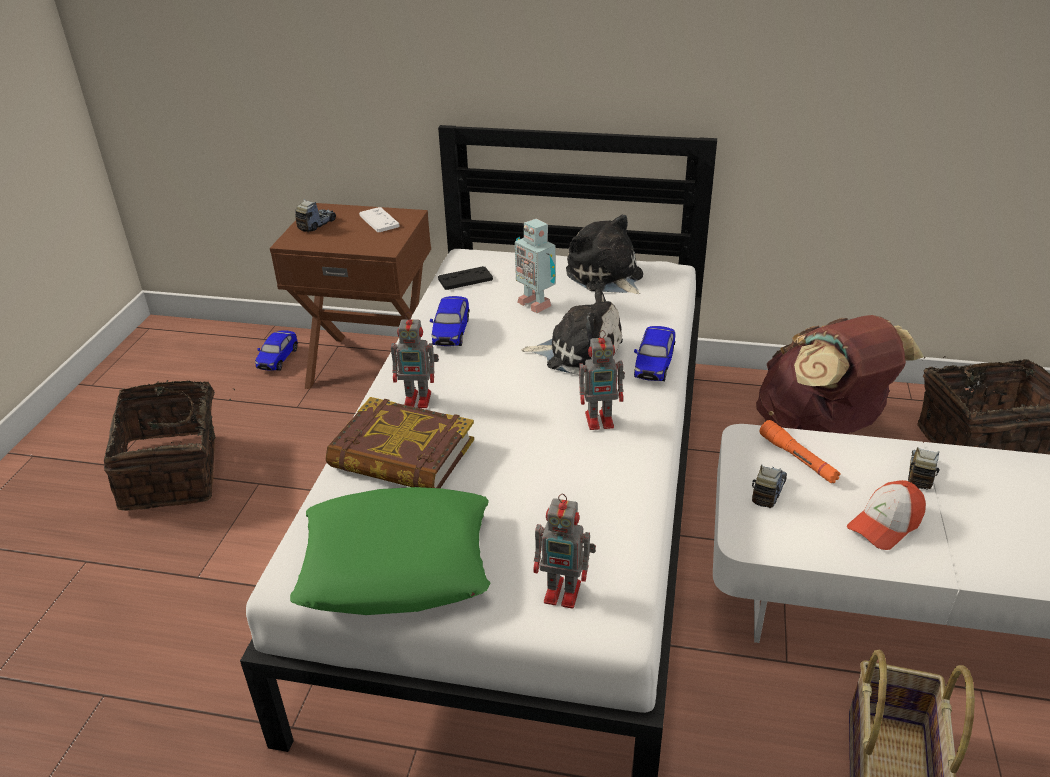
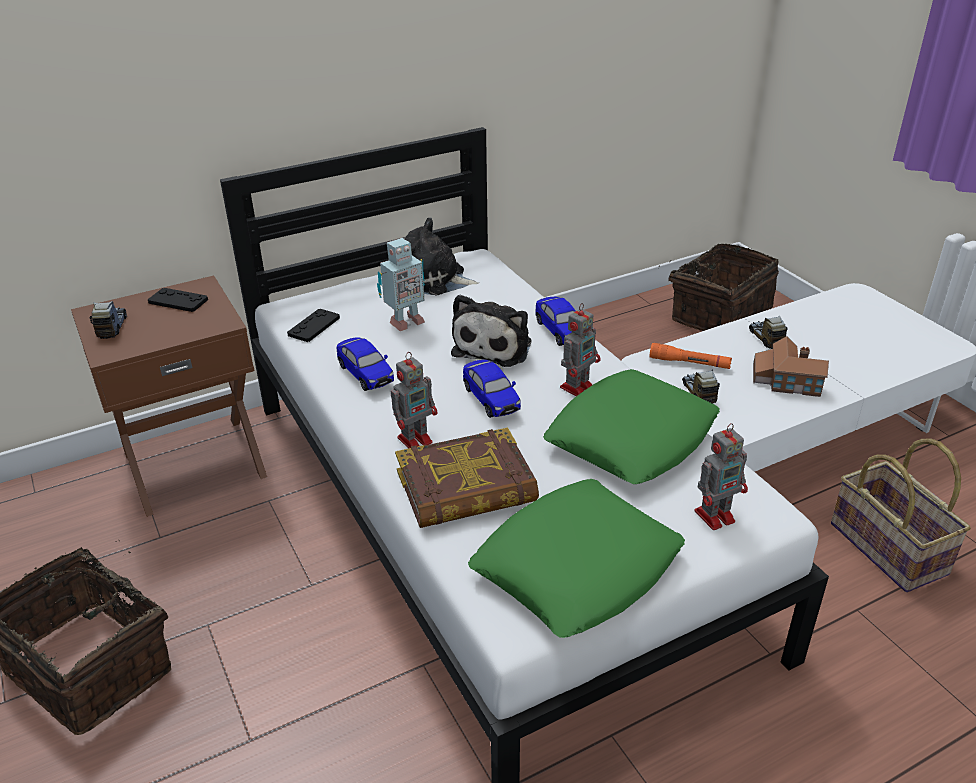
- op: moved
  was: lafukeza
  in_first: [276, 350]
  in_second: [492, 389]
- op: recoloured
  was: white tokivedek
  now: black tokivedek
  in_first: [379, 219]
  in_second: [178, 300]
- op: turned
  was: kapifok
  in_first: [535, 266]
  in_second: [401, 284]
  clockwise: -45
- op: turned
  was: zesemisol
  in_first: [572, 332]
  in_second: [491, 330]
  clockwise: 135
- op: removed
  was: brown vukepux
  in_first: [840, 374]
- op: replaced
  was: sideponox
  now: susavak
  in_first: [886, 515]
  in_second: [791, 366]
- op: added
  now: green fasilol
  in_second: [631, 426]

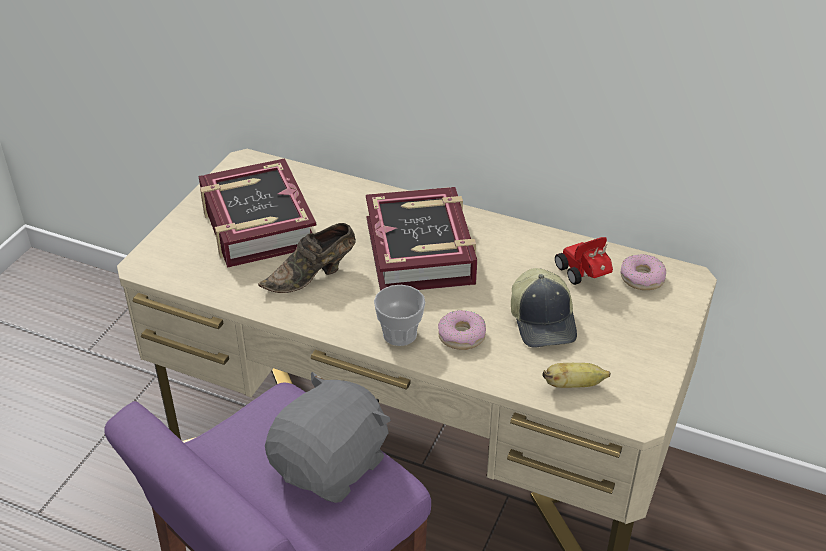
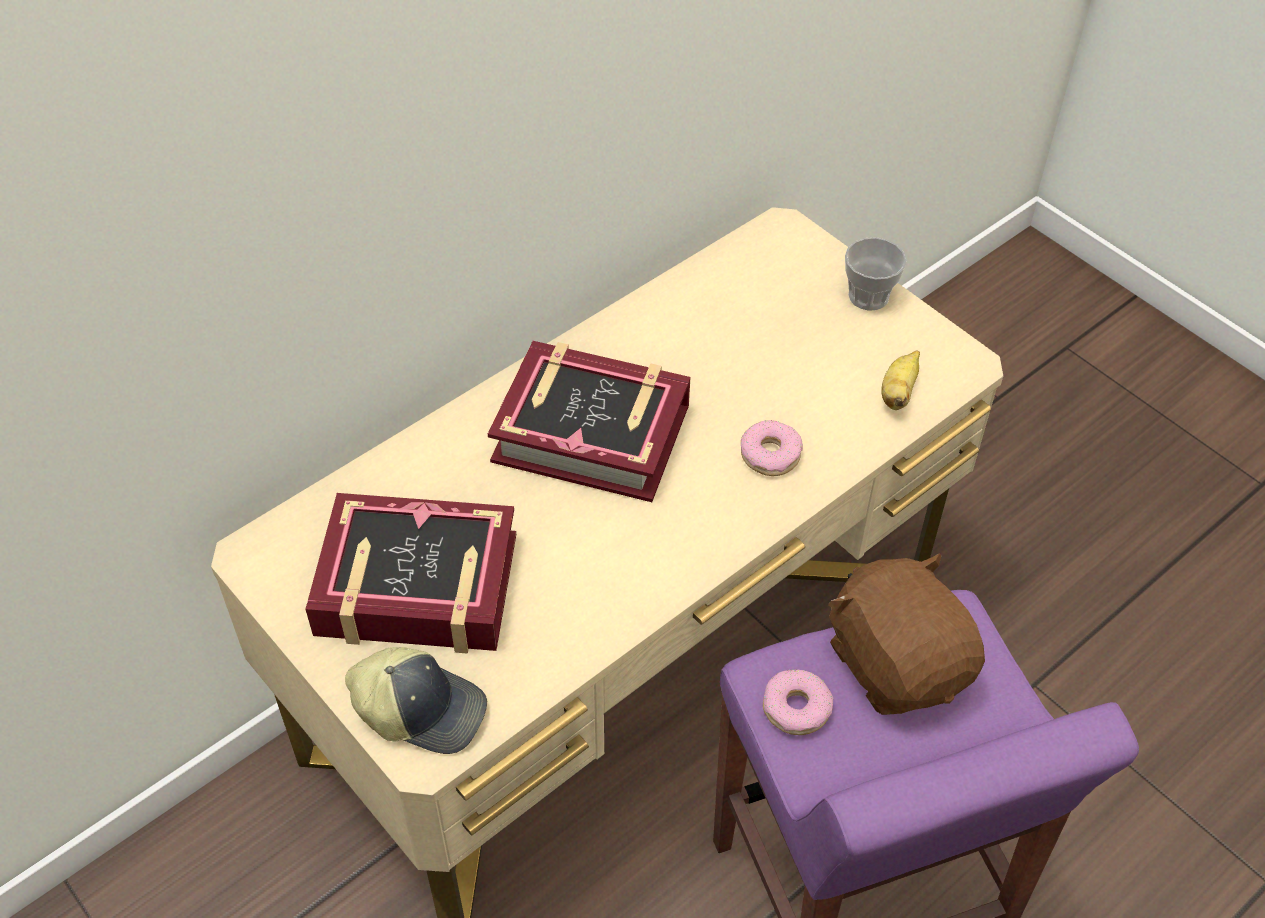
- op: removed
  was: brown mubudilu
  in_first: [307, 258]
- op: recoloured
  was: grey zesemisol
  now: brown zesemisol
  in_first: [328, 437]
  in_second: [906, 634]
- op: moved
  was: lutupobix
  in_first: [399, 315]
  in_second: [876, 274]
- op: moved
  was: sideponox
  in_first: [544, 308]
  in_second: [416, 700]
- op: removed
  was: lafukeza
  in_first: [584, 261]
- op: moved
  was: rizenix
  in_first: [643, 272]
  in_second: [798, 702]

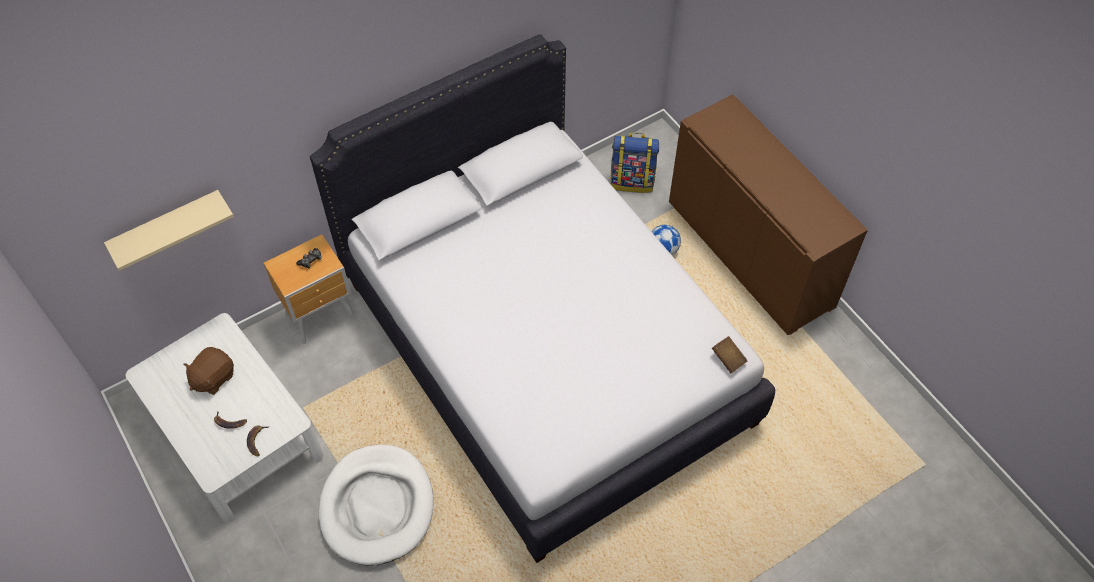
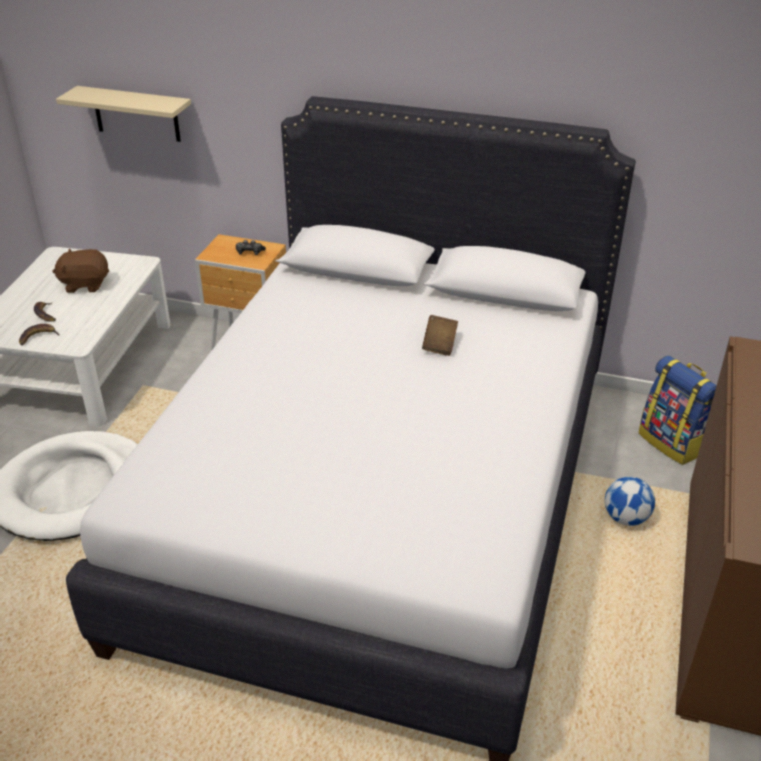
- op: moved
  was: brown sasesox
  in_first: [729, 354]
  in_second: [440, 335]

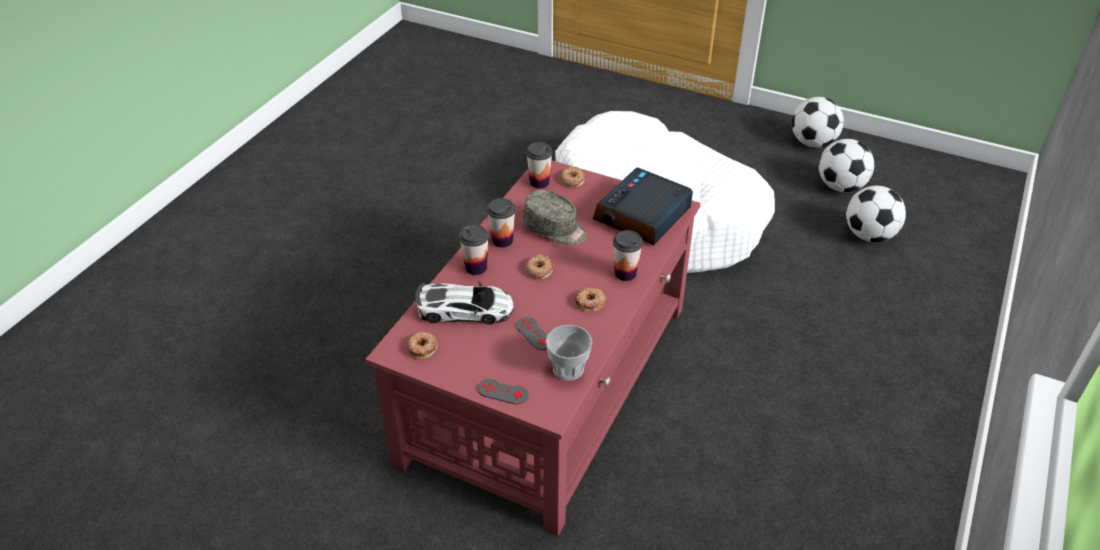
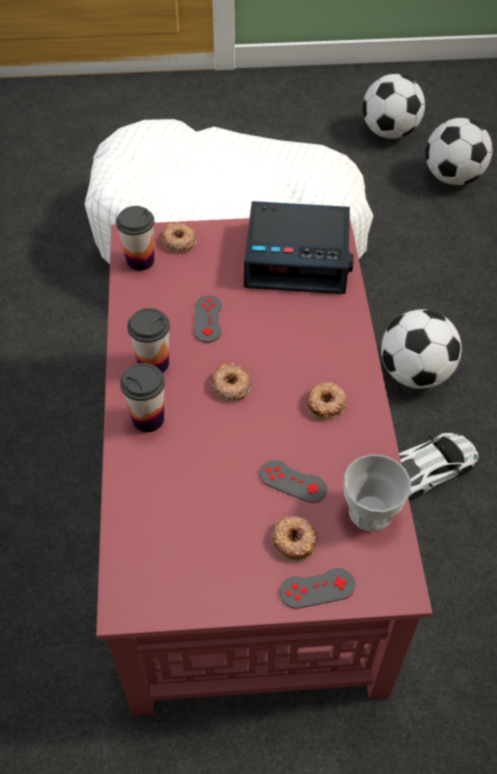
- op: moved
  was: rizenix
  in_first: [422, 345]
  in_second: [294, 539]
- op: moved
  was: lafukeza
  in_first: [464, 303]
  in_second: [438, 466]
- op: replaced
  was: grey sideponox
  now: grey tokivedek
  in_first: [554, 217]
  in_second: [208, 319]
- op: turned
  was: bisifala
  in_first: [643, 206]
  in_second: [299, 247]
  clockwise: -90
- op: removed
  was: lutupobix
  in_first: [628, 255]
- op: moved
  was: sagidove
  in_first: [818, 122]
  in_second: [421, 349]

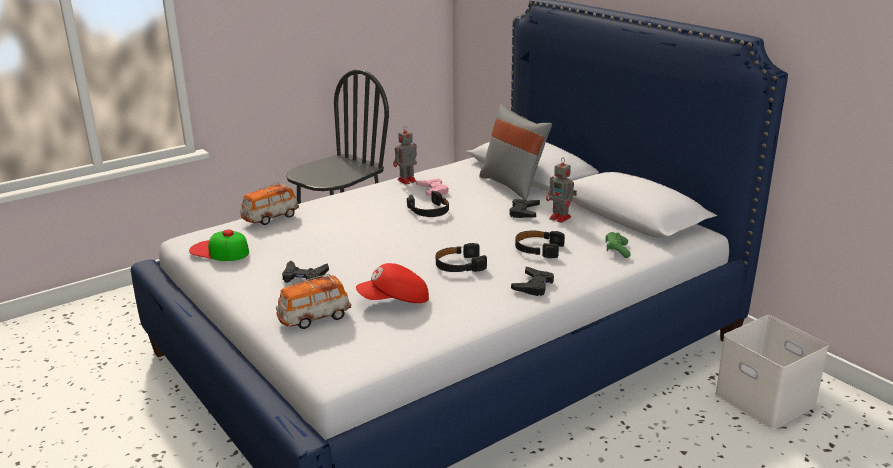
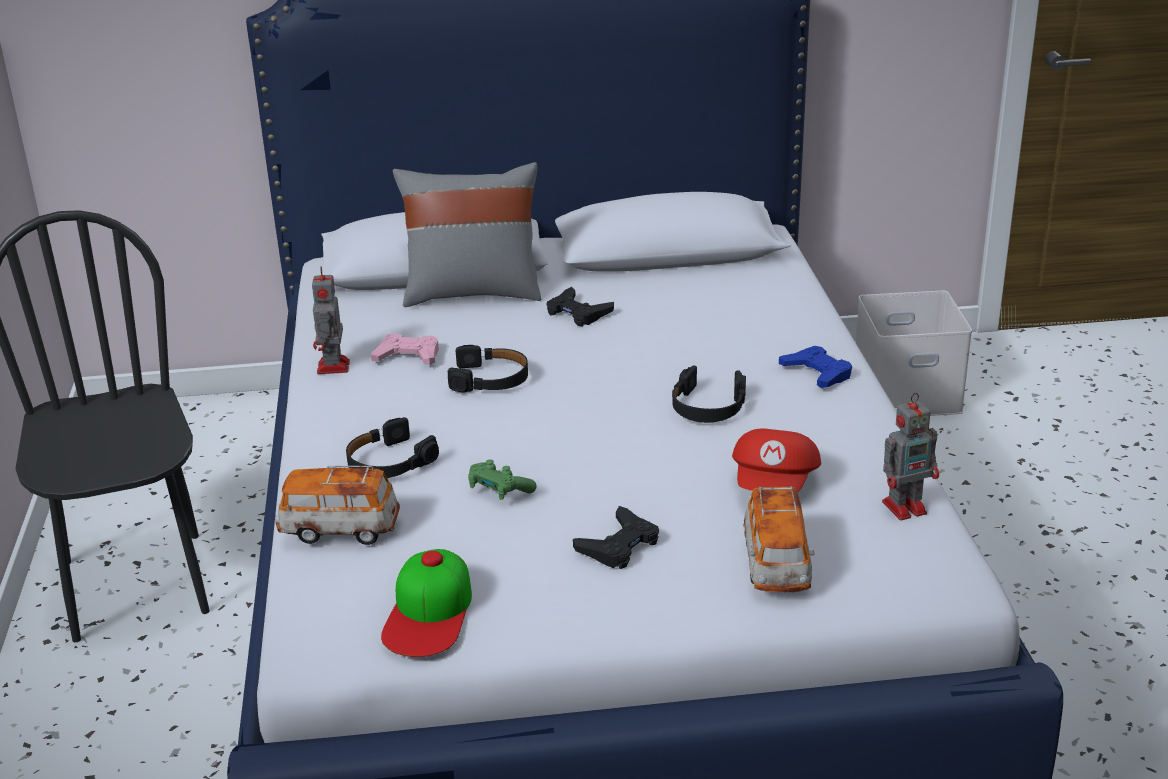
- op: turned
  was: sideponox
  in_first: [219, 245]
  in_second: [426, 603]
  clockwise: -45
- op: turned
  was: lafukeza
  in_first: [269, 203]
  in_second: [337, 505]
  clockwise: 105
- op: recoloured
  was: black tokivedek
  now: blue tokivedek
  in_first: [532, 281]
  in_second: [815, 367]
- op: moved
  was: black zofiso
  in_first: [540, 244]
  in_second: [392, 447]
- op: moved
  was: kapifok
  in_first: [561, 191]
  in_second: [910, 456]
- op: moved
  was: green tokivedek
  in_first: [618, 245]
  in_second: [502, 479]

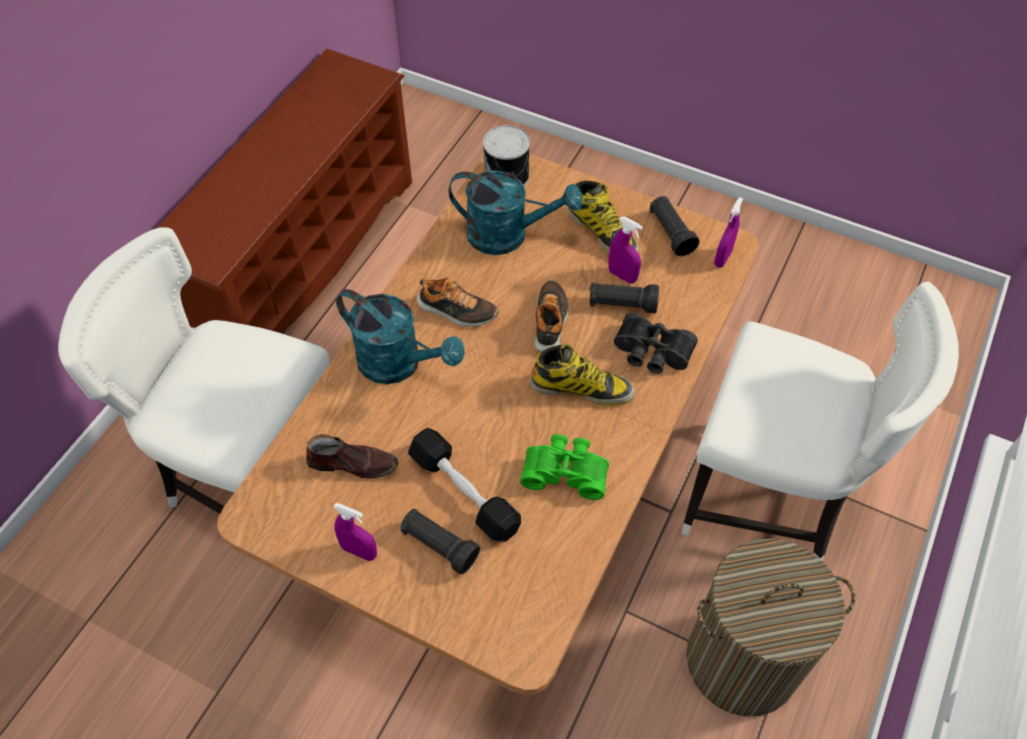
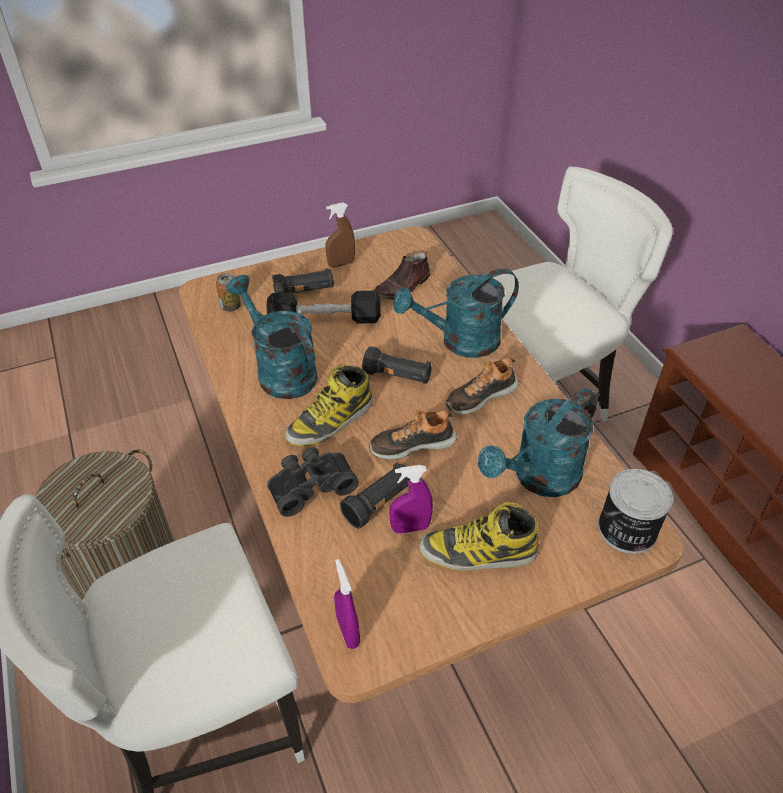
- op: recoloured
  was: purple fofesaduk
  now: brown fofesaduk
  in_first: [355, 532]
  in_second: [340, 235]
- op: replaced
  was: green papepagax
  now: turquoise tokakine
  in_first: [564, 467]
  in_second: [272, 337]
- op: turned
  was: mubudilu
  in_first: [551, 316]
  in_second: [413, 434]
  clockwise: 120
- op: moved
  was: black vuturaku
  in_first: [674, 226]
  in_second: [396, 365]
- op: added
  now: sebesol
  in_second: [228, 292]

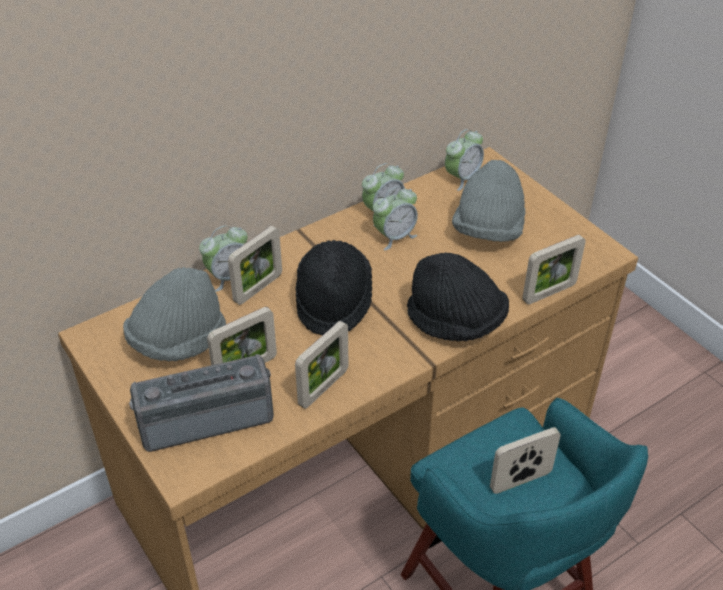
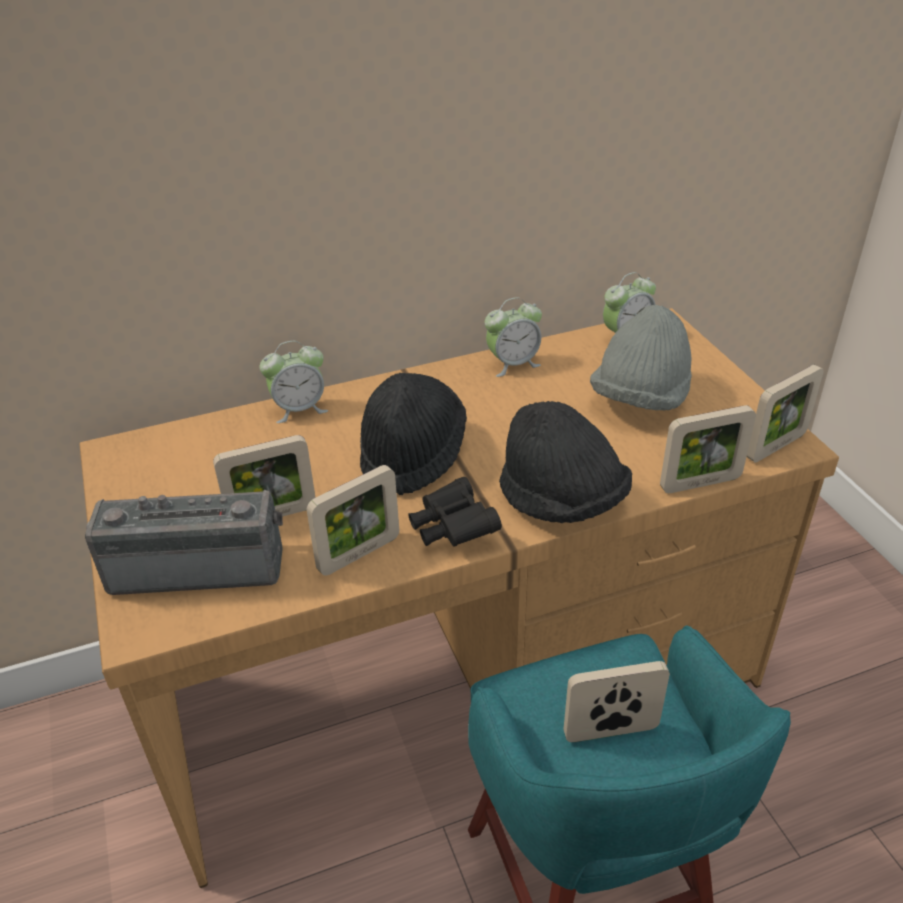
- op: removed
  was: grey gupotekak
  in_first: [174, 314]
- op: moved
  was: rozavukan
  in_first: [255, 265]
  in_second: [785, 414]
- op: removed
  was: bisifala
  in_first: [395, 218]
- op: added
  now: black papepagax
  in_second: [455, 512]

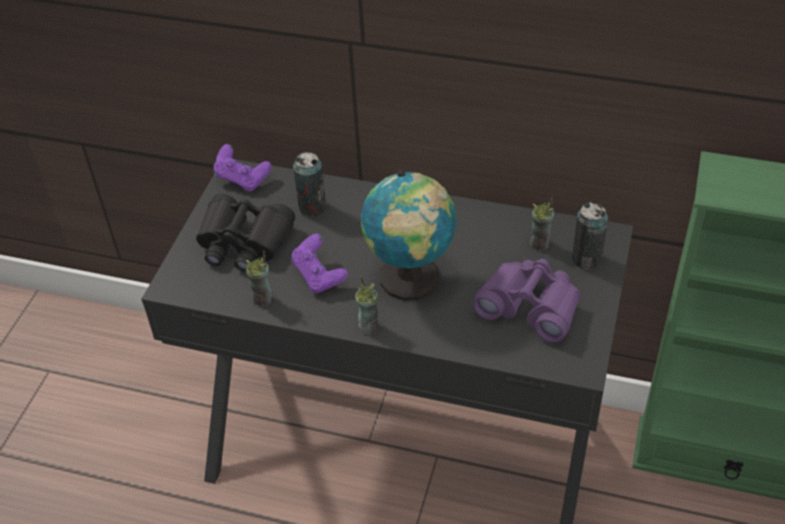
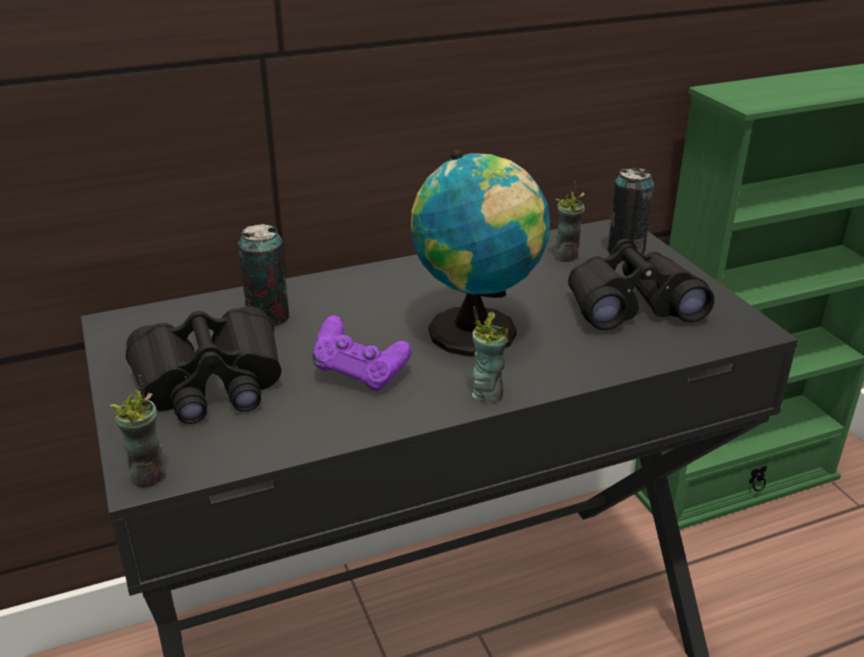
- op: removed
  was: purple tokivedek
  in_first: [242, 167]
- op: moved
  was: lutupobix
  in_first: [259, 278]
  in_second: [138, 431]
- op: recoloured
  was: purple papepagax
  now: black papepagax
  in_first: [526, 301]
  in_second: [641, 284]

